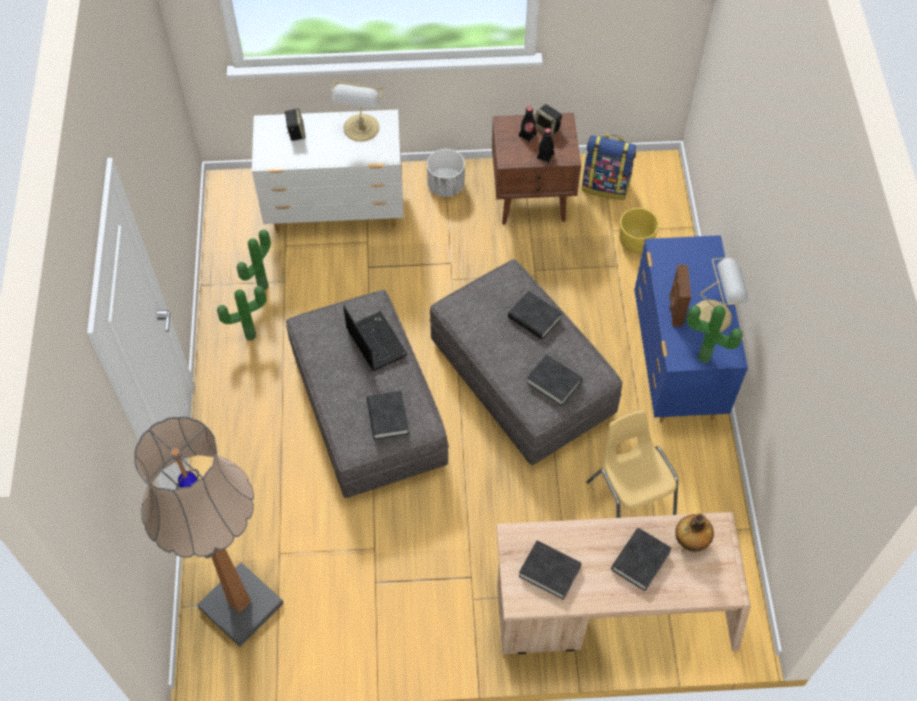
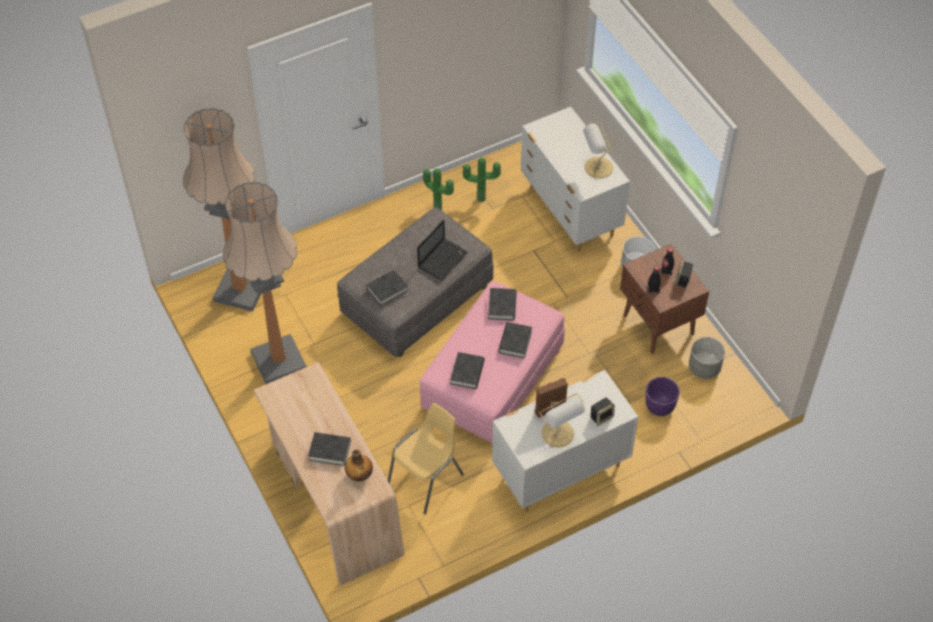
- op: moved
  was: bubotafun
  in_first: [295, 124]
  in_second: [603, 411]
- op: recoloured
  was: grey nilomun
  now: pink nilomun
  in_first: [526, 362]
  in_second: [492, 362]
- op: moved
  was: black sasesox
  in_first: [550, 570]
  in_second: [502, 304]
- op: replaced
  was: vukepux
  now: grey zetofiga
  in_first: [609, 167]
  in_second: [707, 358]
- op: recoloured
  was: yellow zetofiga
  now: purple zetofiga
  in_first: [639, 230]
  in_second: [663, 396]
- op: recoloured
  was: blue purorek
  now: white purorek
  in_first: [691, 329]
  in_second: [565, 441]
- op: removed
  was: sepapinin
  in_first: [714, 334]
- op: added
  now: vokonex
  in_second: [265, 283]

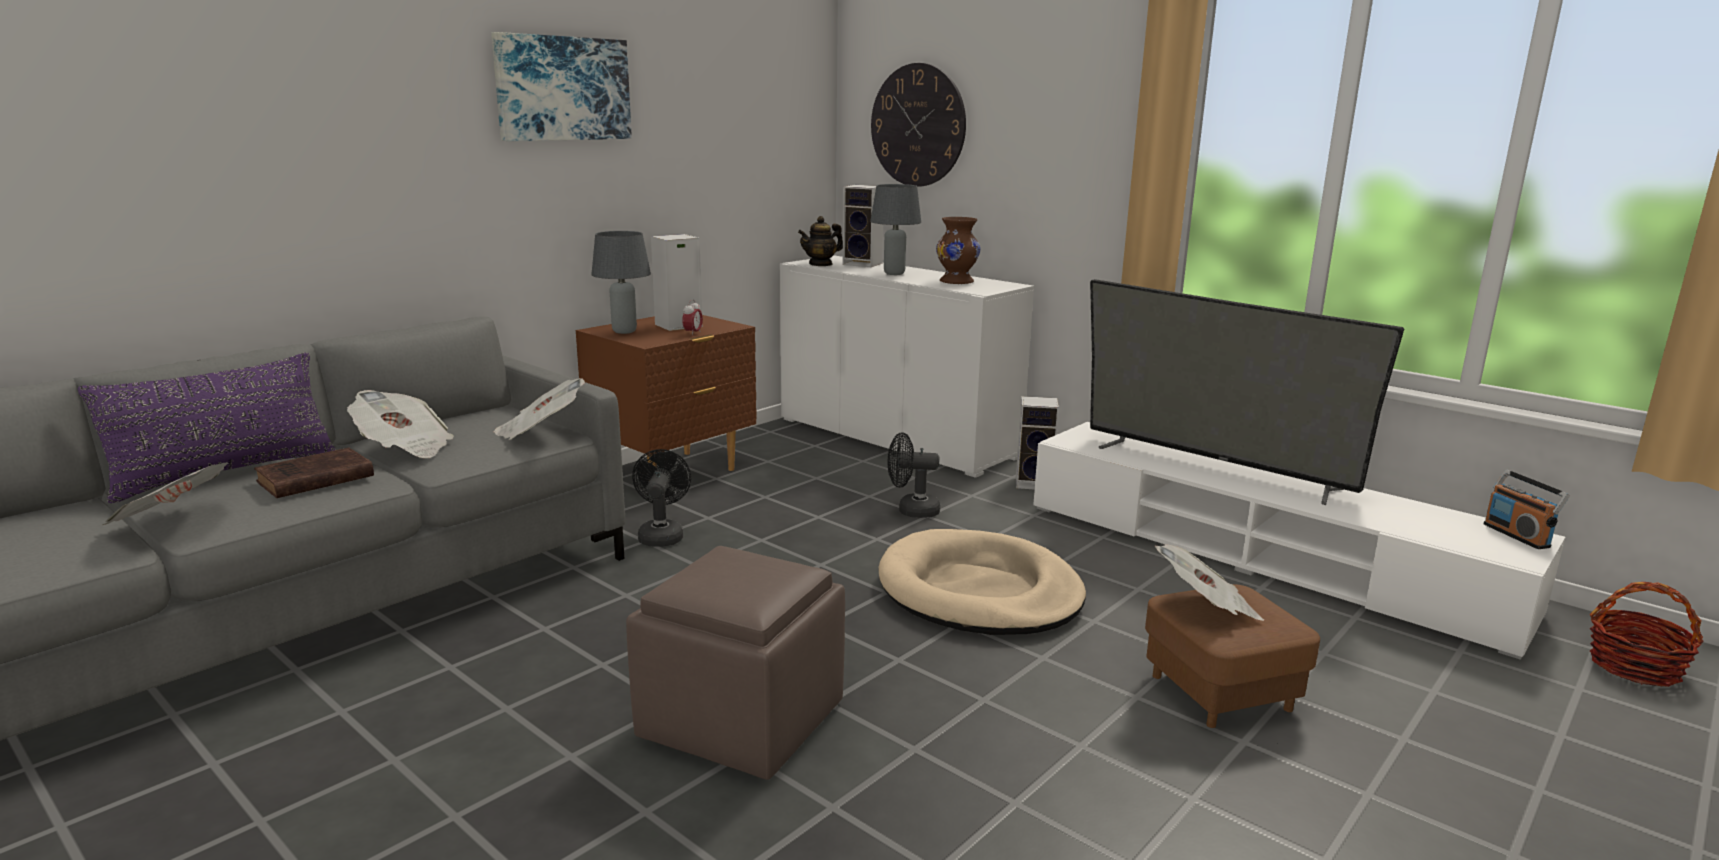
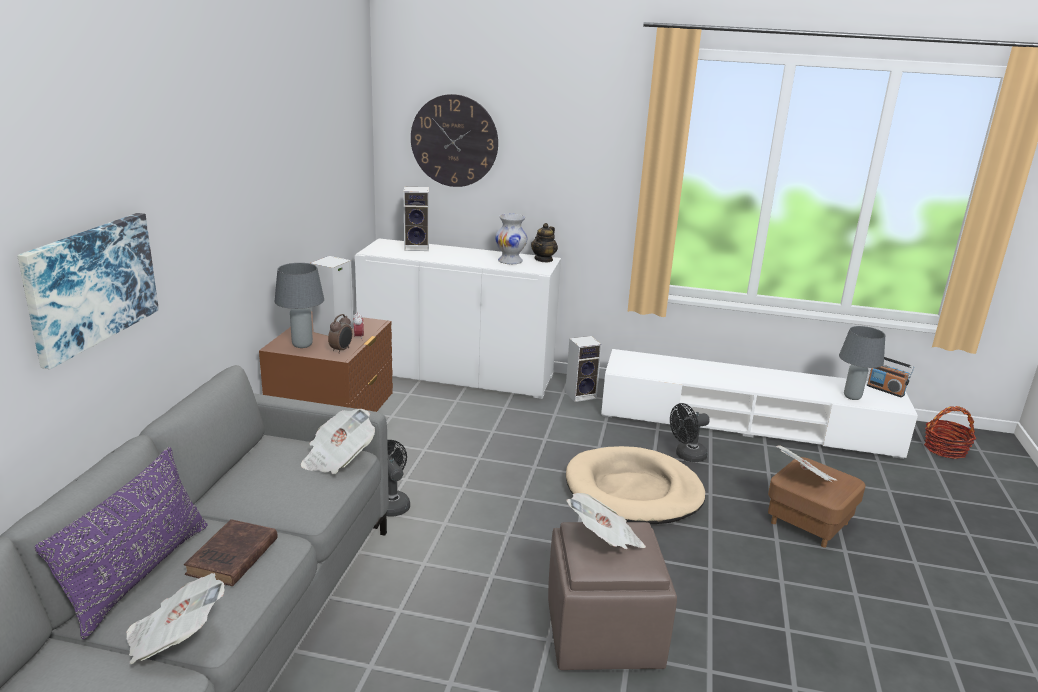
- op: moved
  was: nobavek
  in_first: [400, 424]
  in_second: [606, 521]
- op: moved
  was: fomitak
  in_first: [561, 86]
  in_second: [88, 291]
- op: moved
  was: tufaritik
  in_first: [820, 241]
  in_second: [544, 243]
- op: moved
  was: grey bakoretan
  in_first: [895, 229]
  in_second: [862, 363]
- op: moved
  was: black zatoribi
  in_first: [913, 475]
  in_second: [690, 432]
- op: recoloured
  was: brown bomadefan
  now: white bomadefan
  in_first: [958, 250]
  in_second: [511, 238]
- op: removed
  was: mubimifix
  in_first: [1247, 392]
- op: added
  now: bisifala
  in_second: [340, 334]

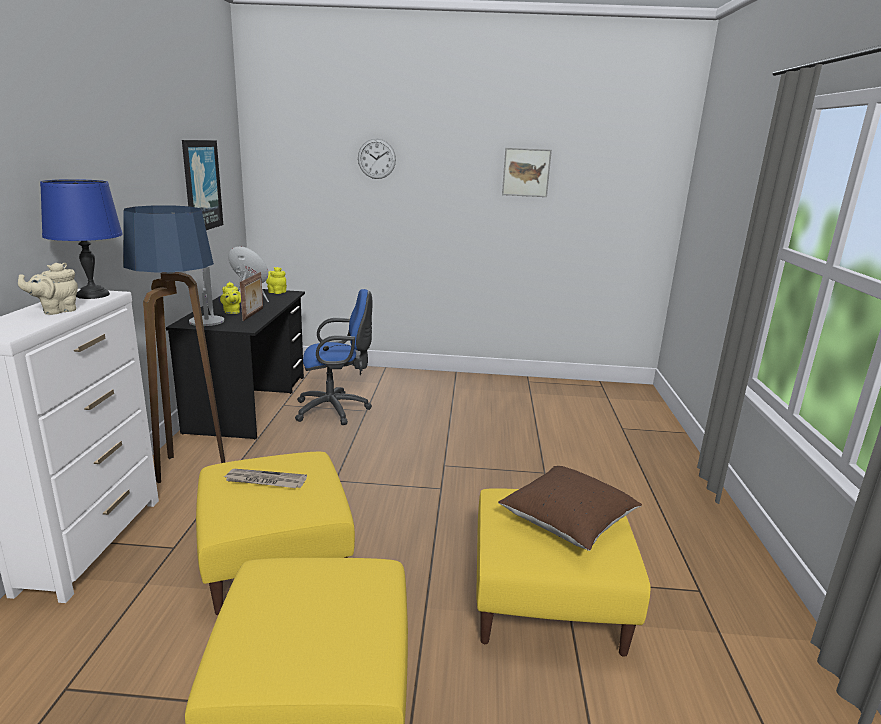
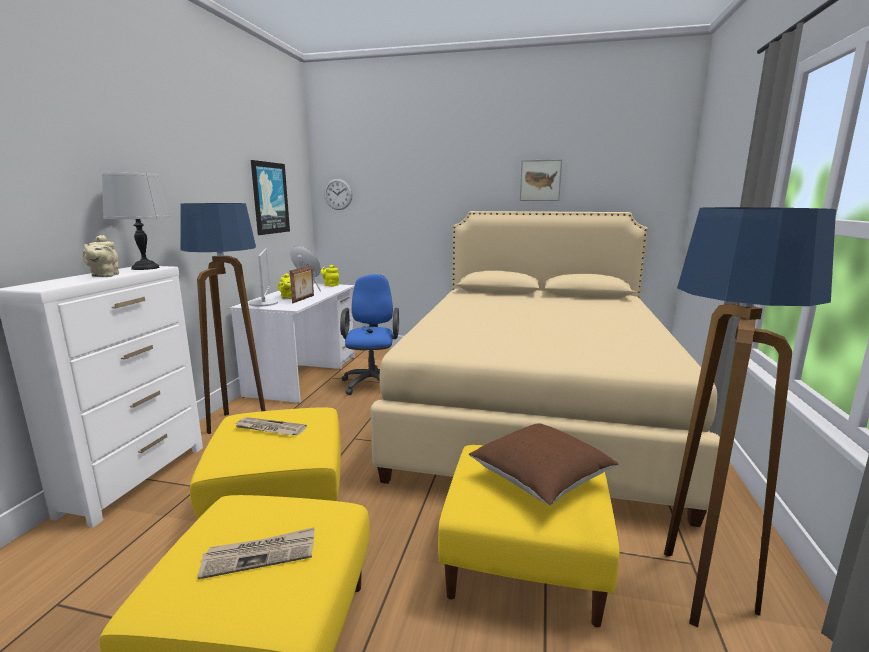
- op: turned
  was: beige tufaritik
  in_first: [48, 289]
  in_second: [100, 256]
  clockwise: -60
- op: recoloured
  was: blue bakoretan
  now: grey bakoretan
  in_first: [81, 239]
  in_second: [136, 221]
- op: recoloured
  was: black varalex
  now: white varalex
  in_first: [235, 364]
  in_second: [292, 343]
- op: turned
  was: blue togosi
  in_first: [333, 357]
  in_second: [369, 334]
  clockwise: -90
- op: moved
  was: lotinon
  in_first: [377, 159]
  in_second: [338, 194]
- op: added
  now: nobavek
  in_second: [256, 553]
- op: added
  now: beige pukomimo
  in_second: [545, 369]
- op: added
  now: vokonex
  in_second: [750, 417]

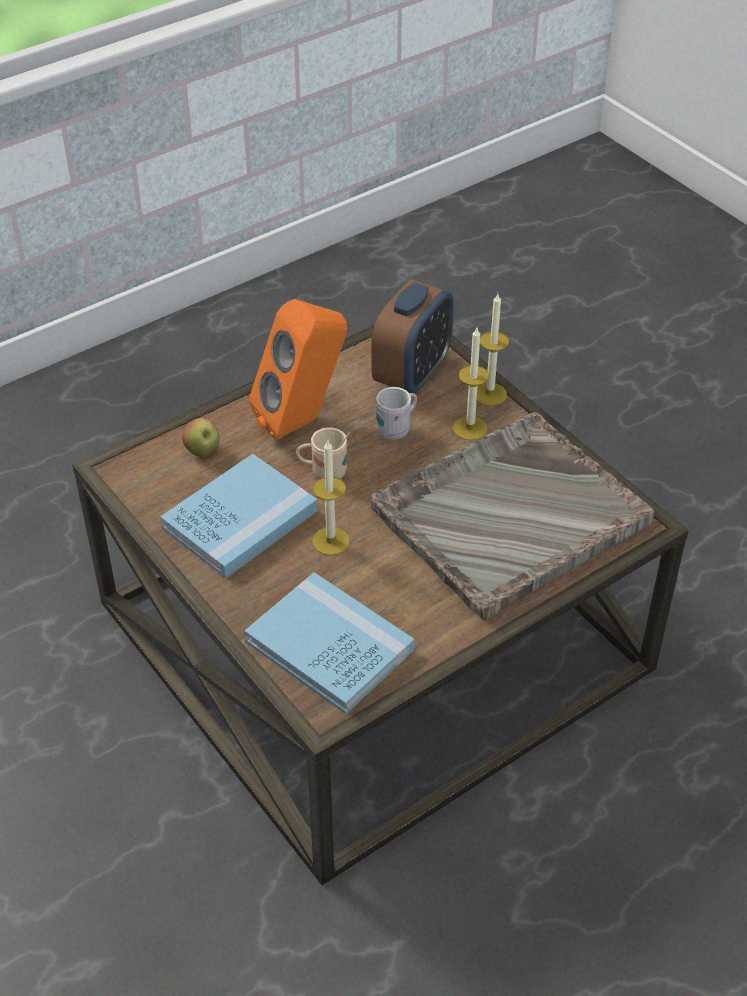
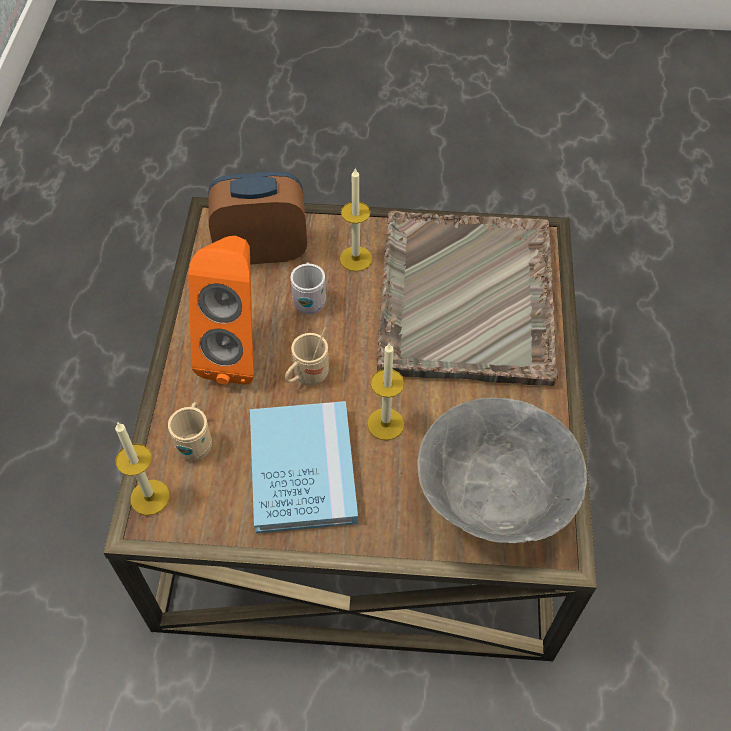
- op: replaced
  was: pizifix
  now: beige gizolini
  in_first: [201, 437]
  in_second: [190, 431]
- op: replaced
  was: blue sasesox
  now: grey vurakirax
  in_first: [329, 643]
  in_second: [502, 470]
- op: turned
  was: bisifala
  in_first: [412, 337]
  in_second: [257, 218]
  clockwise: -75
- op: moved
  was: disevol
  in_first: [493, 350]
  in_second: [142, 469]

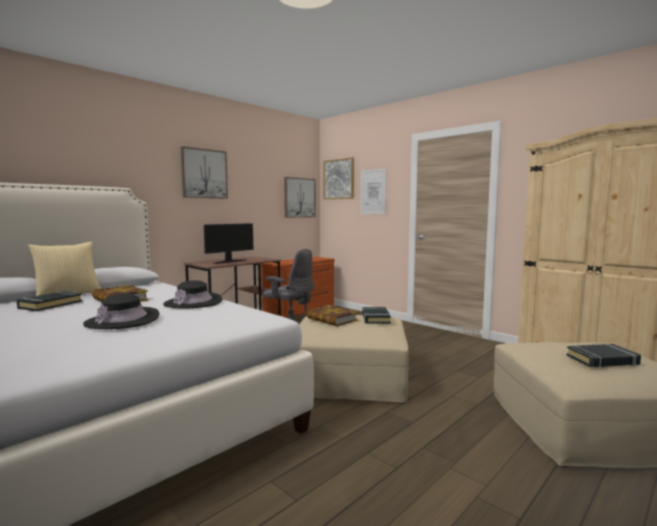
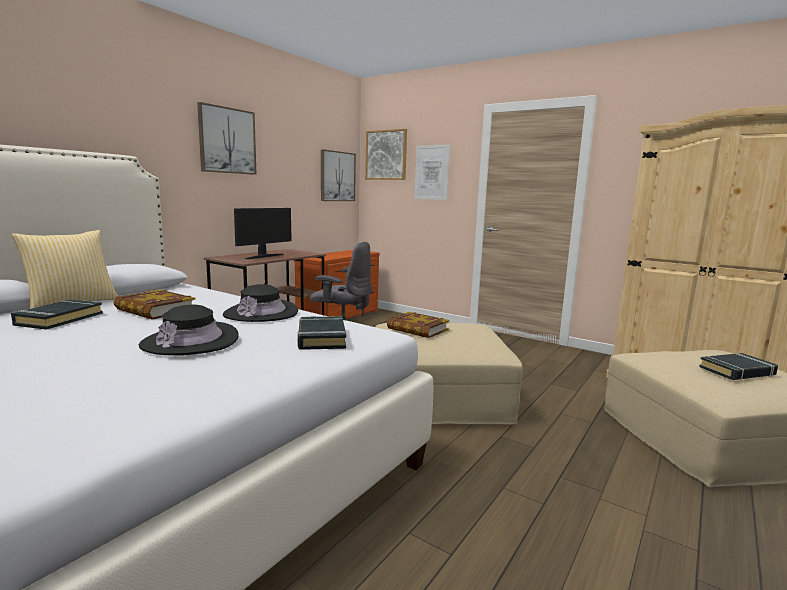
- op: moved
  was: black sasesox
  in_first: [376, 315]
  in_second: [321, 333]

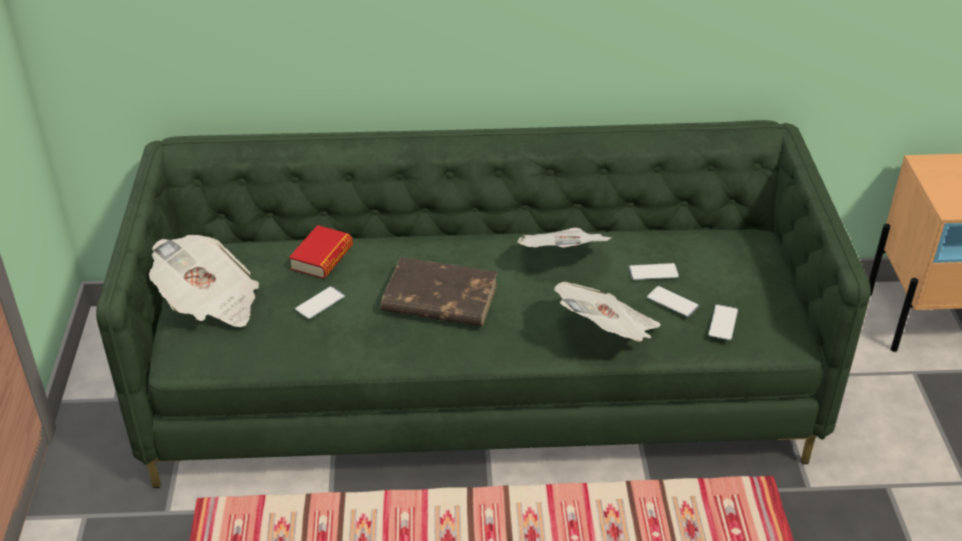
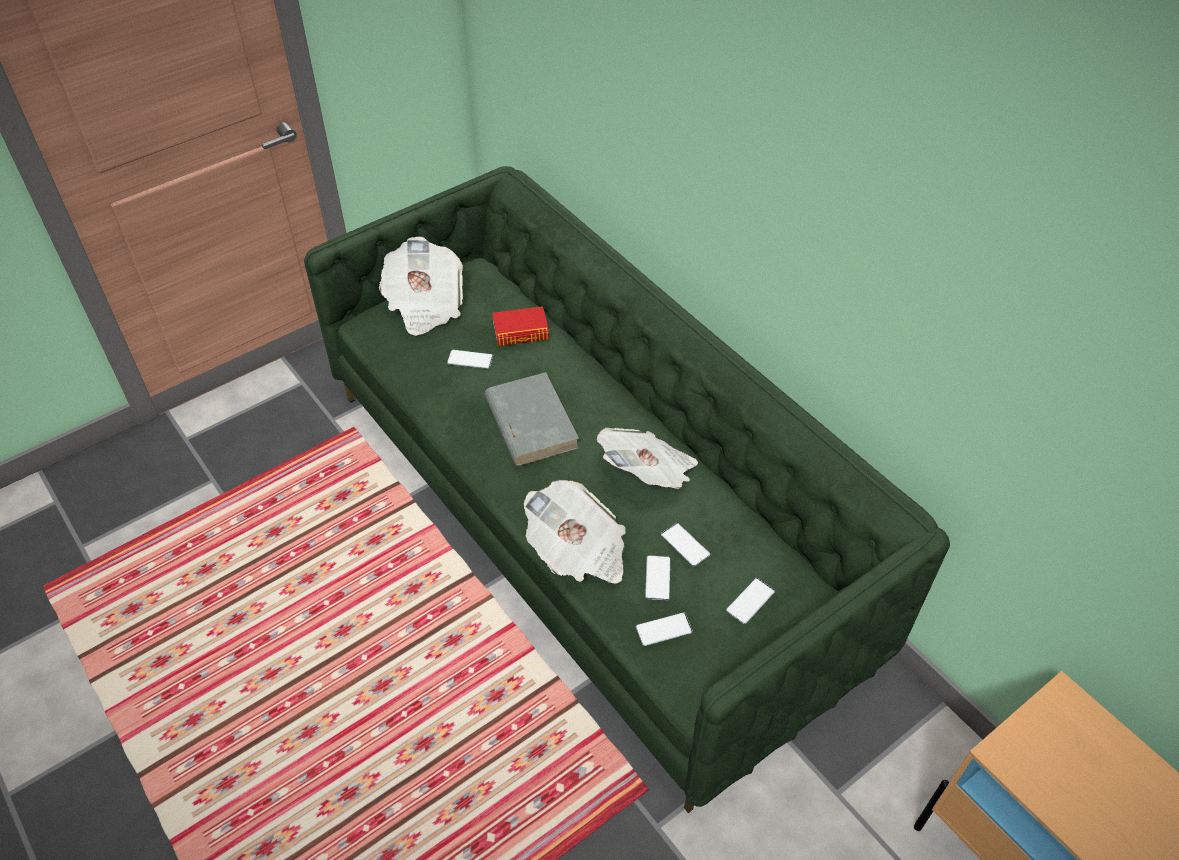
- op: recoloured
  was: brown sasesox
  now: grey sasesox
  in_first: [439, 291]
  in_second: [531, 418]
- op: added
  now: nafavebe
  in_second: [750, 601]

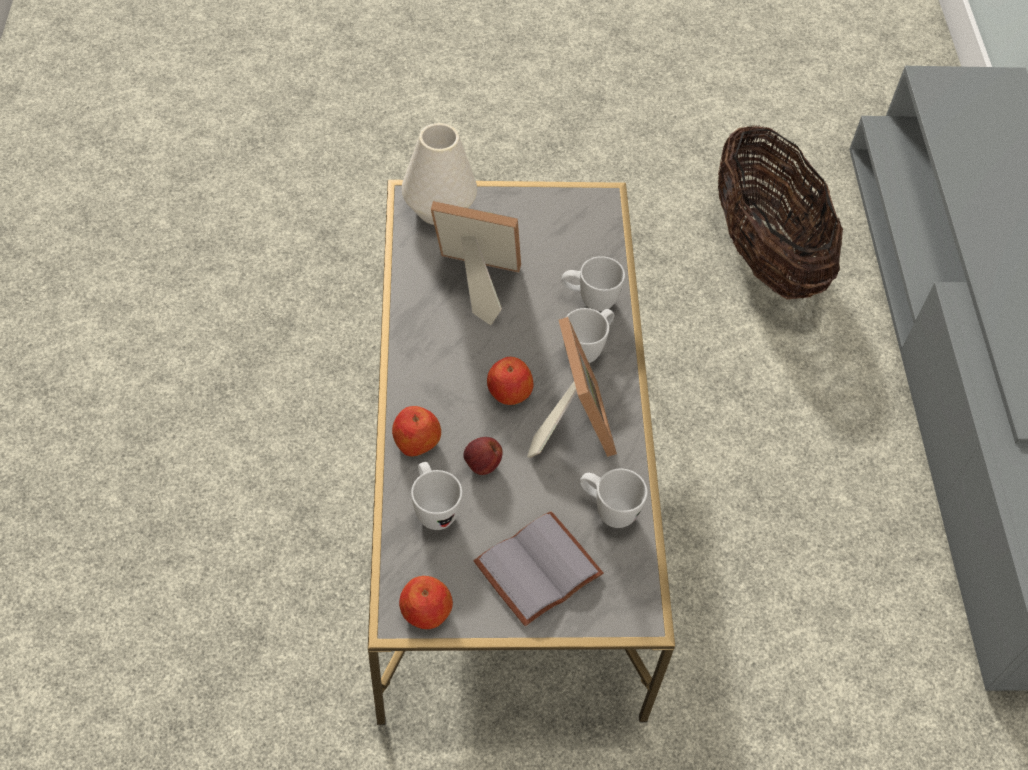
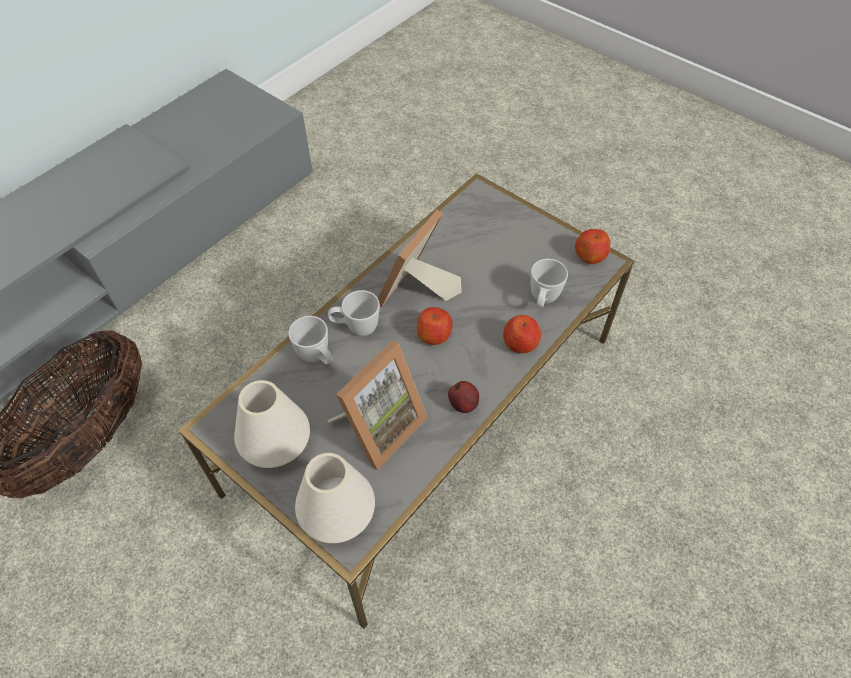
- op: turned
  was: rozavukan
  in_first: [476, 263]
  in_second: [377, 405]
  clockwise: -105
- op: moved
  was: pizifix
  in_first: [483, 456]
  in_second: [463, 397]
- op: removed
  was: grey sasesox
  in_first: [539, 568]
- op: removed
  was: white gizolini
  in_first: [614, 498]
- op: added
  now: white bomadefan
  in_second: [272, 424]

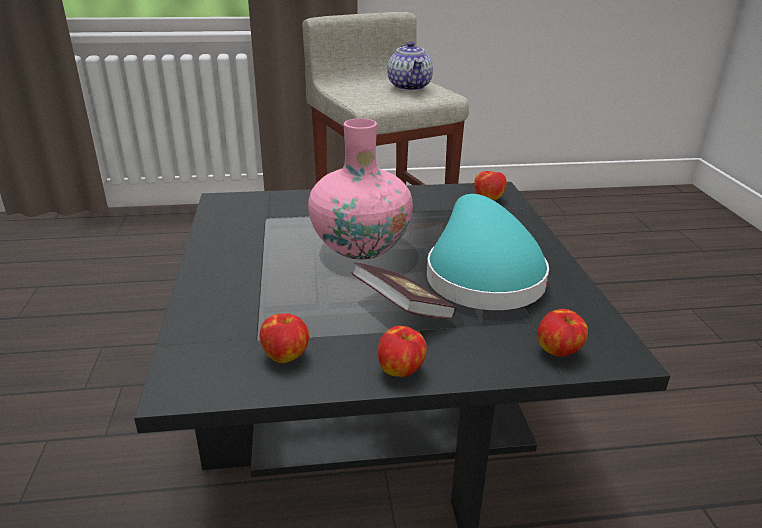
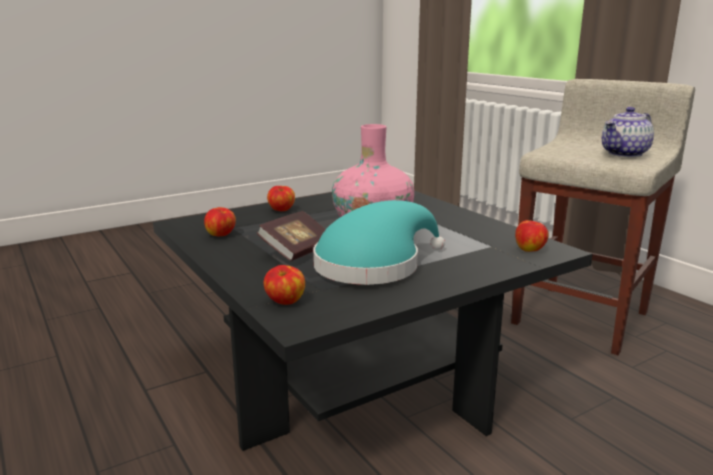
- op: moved
  was: pizifix
  in_first: [402, 351]
  in_second: [281, 198]

